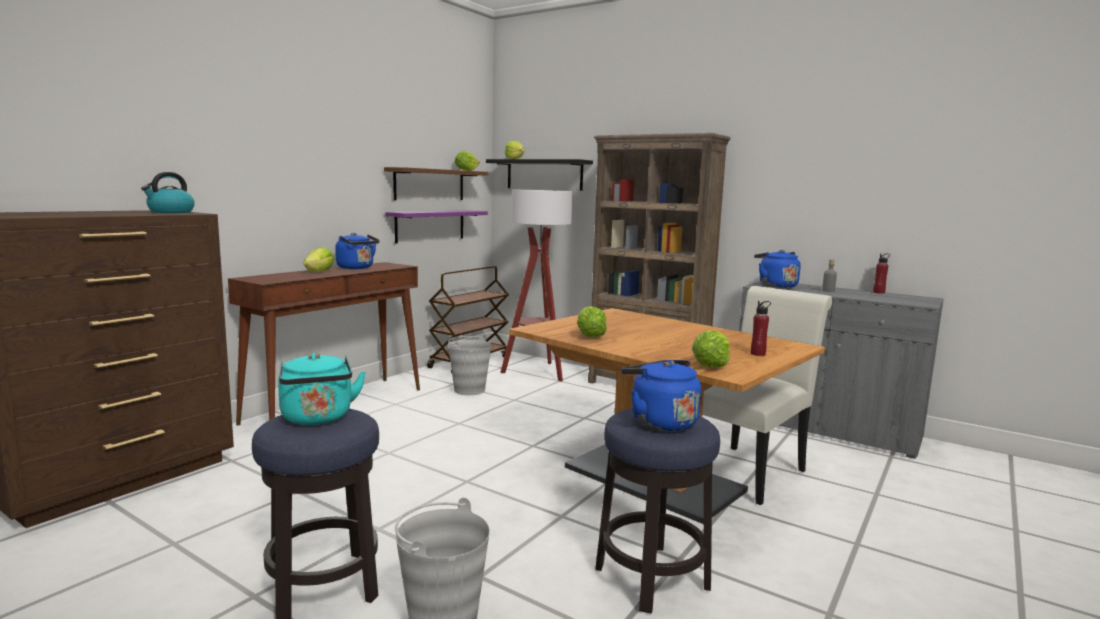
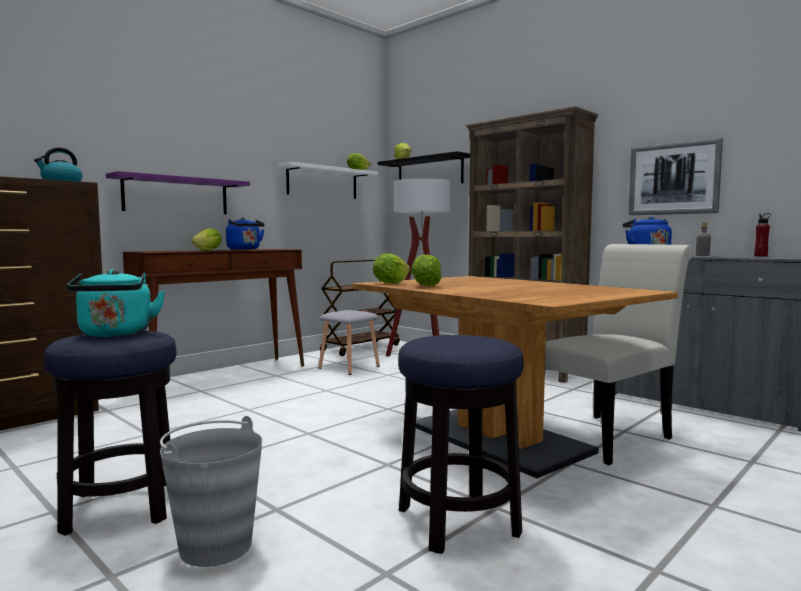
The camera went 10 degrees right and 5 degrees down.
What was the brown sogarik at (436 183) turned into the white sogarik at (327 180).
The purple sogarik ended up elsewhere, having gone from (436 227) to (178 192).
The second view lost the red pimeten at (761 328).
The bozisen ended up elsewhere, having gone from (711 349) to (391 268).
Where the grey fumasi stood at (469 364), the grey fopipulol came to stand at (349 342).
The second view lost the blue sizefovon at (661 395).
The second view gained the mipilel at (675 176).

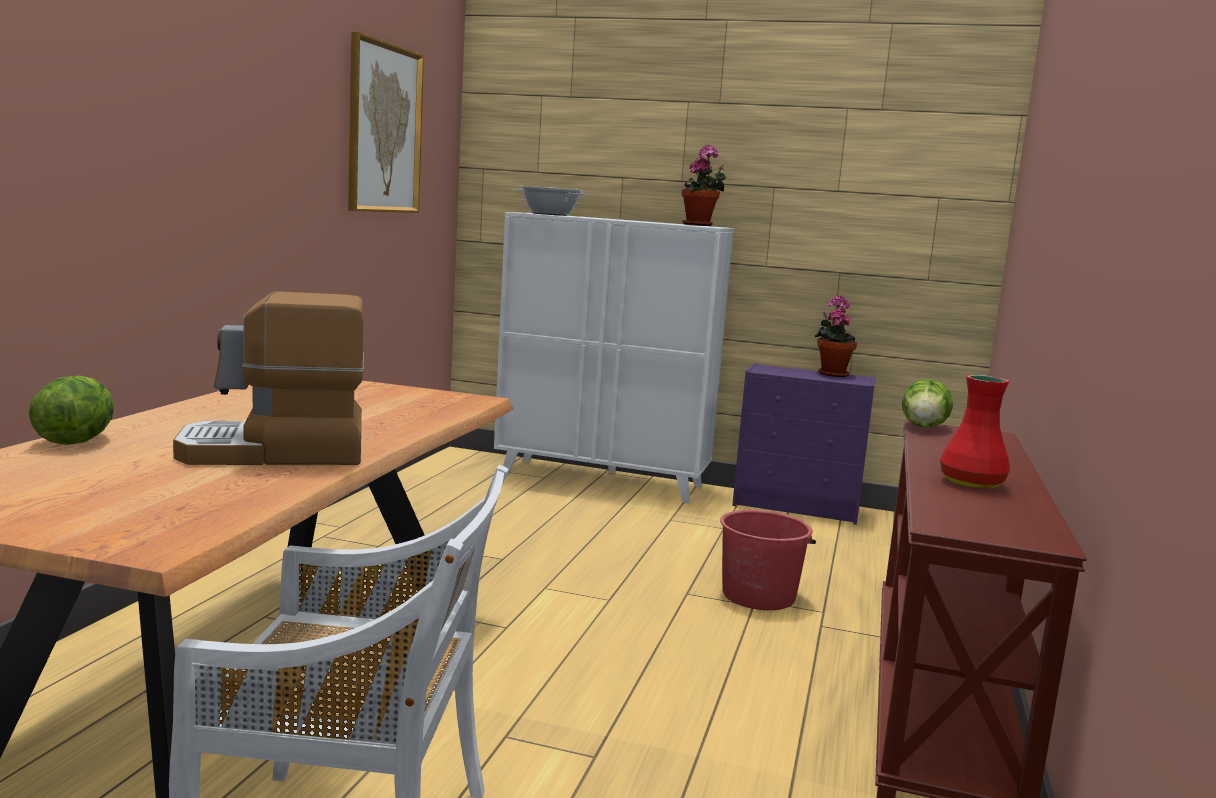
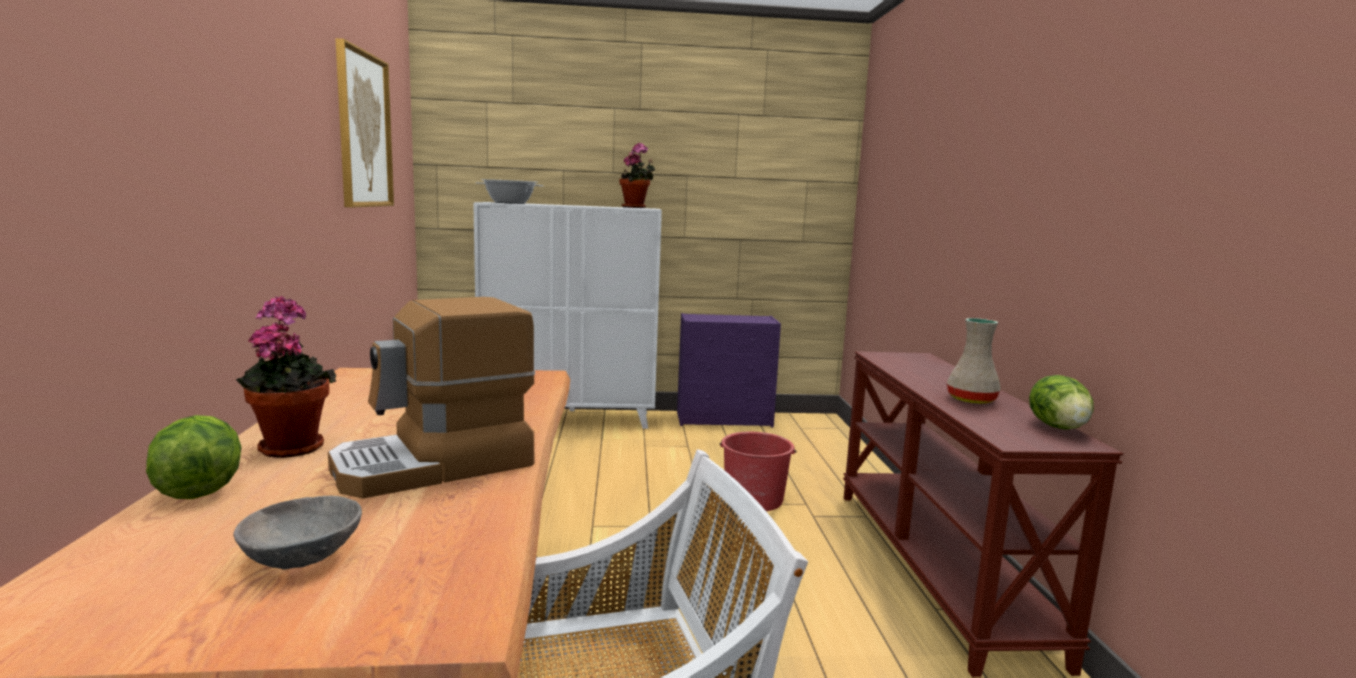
The camera went 20 degrees left and 0 degrees up.
The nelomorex ended up elsewhere, having gone from (836 336) to (286 377).
What was the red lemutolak at (975 431) turned into the beige lemutolak at (974 361).
The bozisen ended up elsewhere, having gone from (927 403) to (1061 402).
The second view gained the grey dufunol at (297 532).

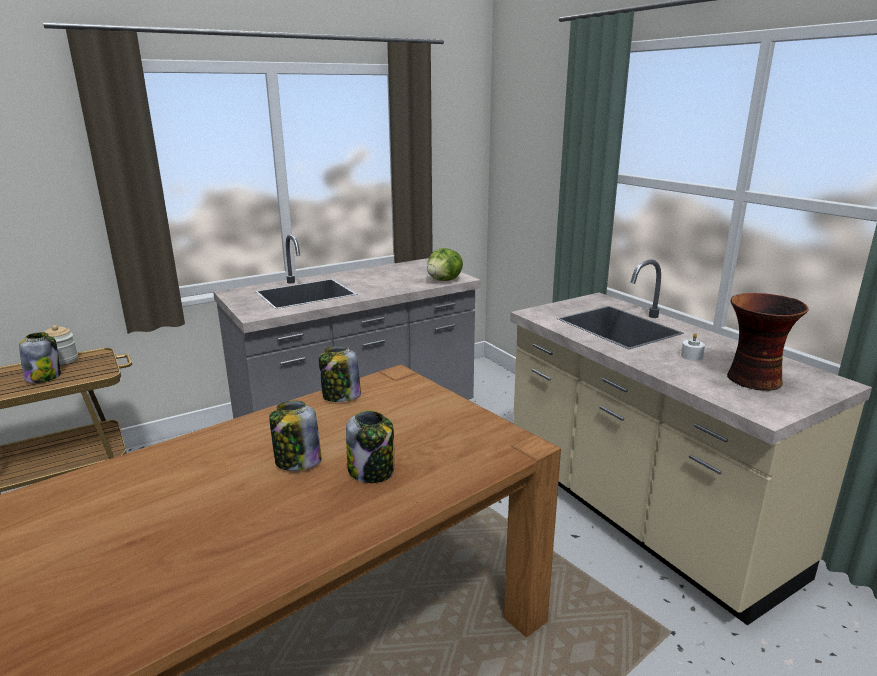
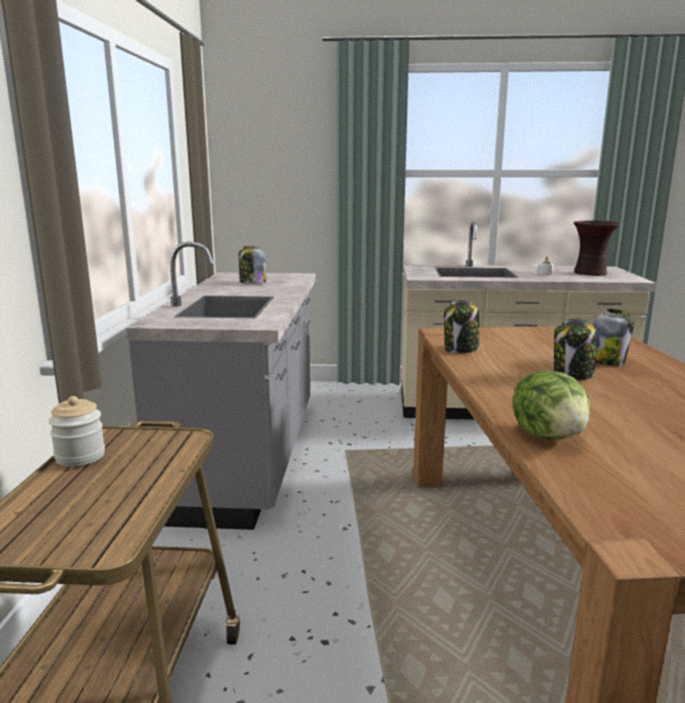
The camera went 55 degrees left and 5 degrees down.
The bozisen ended up elsewhere, having gone from (445 264) to (551 405).
The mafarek ended up elsewhere, having gone from (40 358) to (252 265).

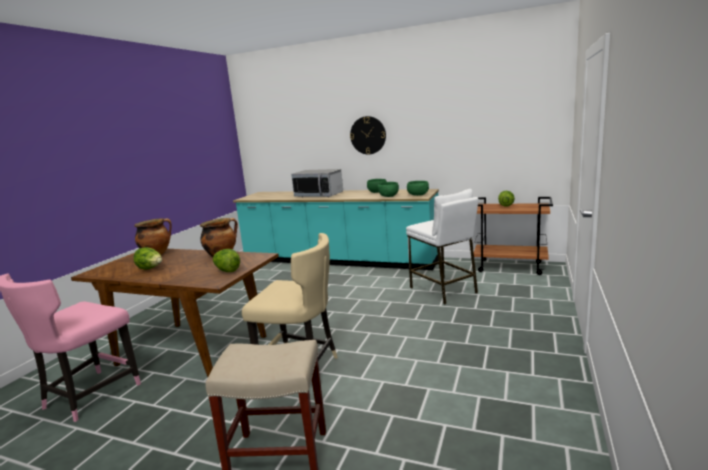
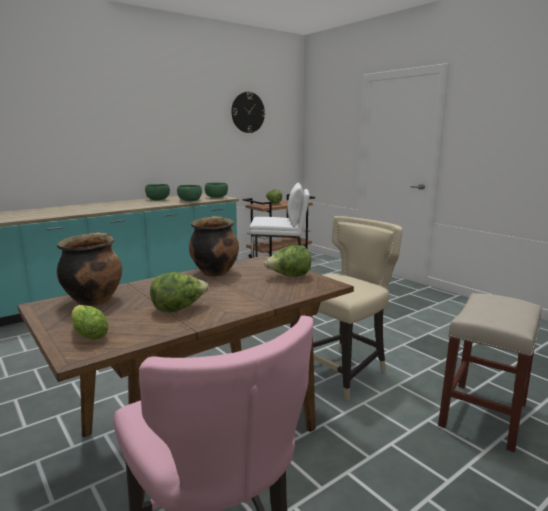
The camera went 60 degrees left and 0 degrees up.
The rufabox ended up elsewhere, having gone from (368 135) to (248 112).
The second view lost the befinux at (317 183).
The second view gained the bozisen at (90 322).

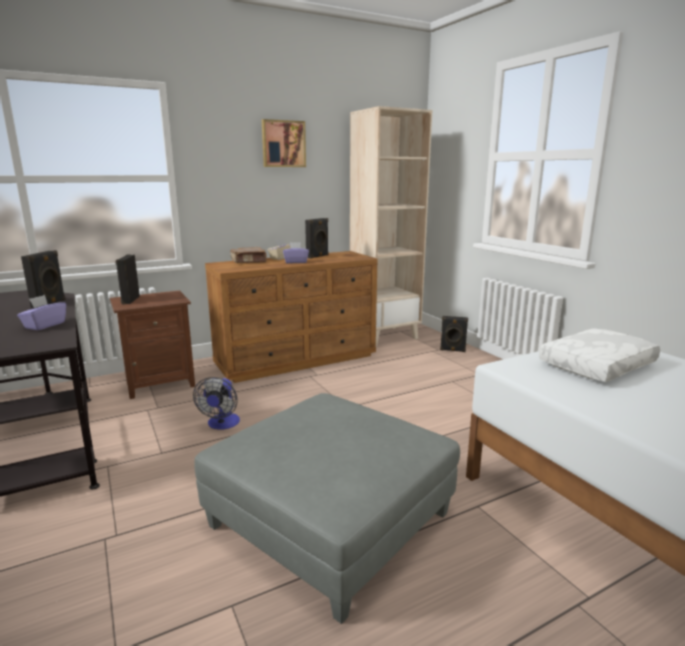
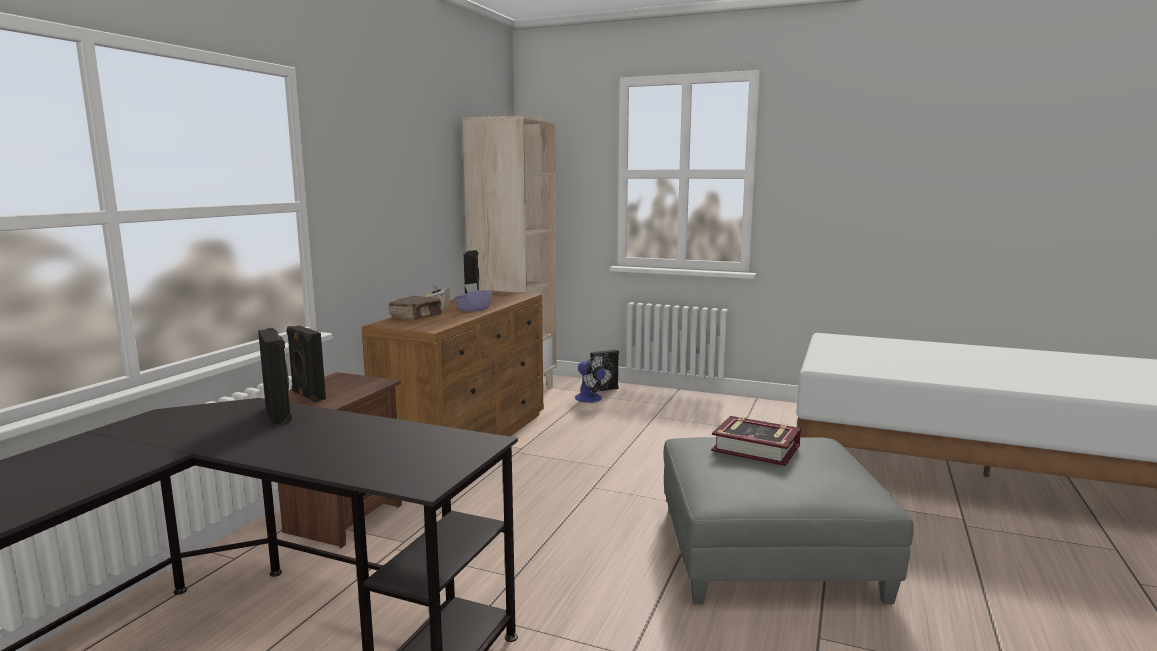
The camera went 40 degrees left and 5 degrees down.
The second view lost the mipilel at (284 143).
The second view lost the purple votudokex at (41 312).
The second view lost the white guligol at (599 355).
The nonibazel ended up elsewhere, having gone from (216 403) to (594 378).
The second view gained the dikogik at (756 441).

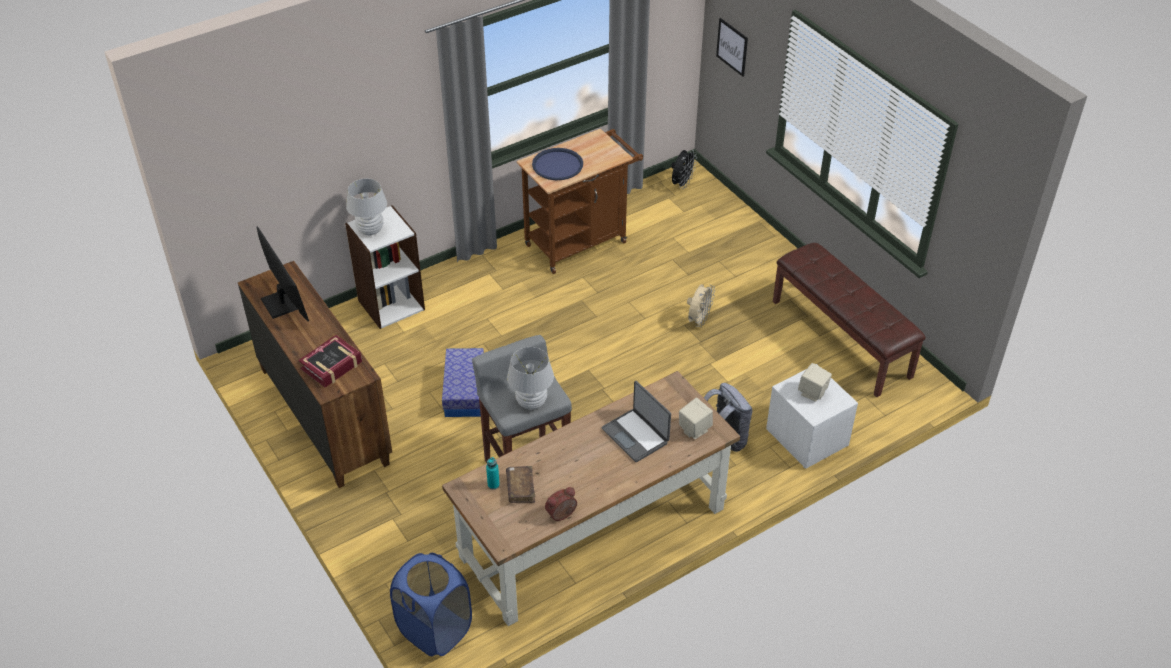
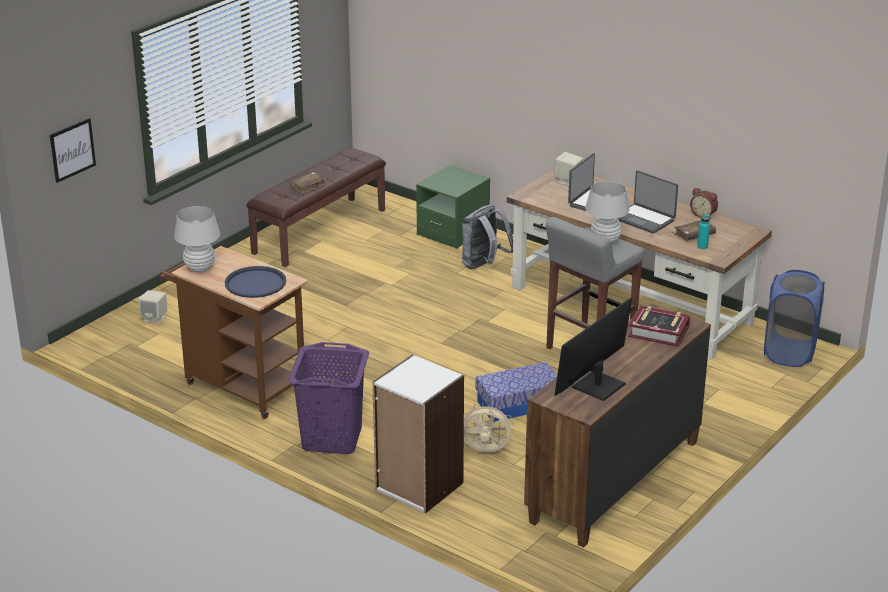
The camera went 110 degrees left and 15 degrees down.
The second view lost the black nonibazel at (684 169).
The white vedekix ended up elsewhere, having gone from (366 206) to (197 239).
The beige nonibazel ended up elsewhere, having gone from (701 305) to (489 428).
The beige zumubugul ended up elsewhere, having gone from (815 382) to (152 307).
What was the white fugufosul at (812 416) turned into the green fugufosul at (453 207).
The second view gained the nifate at (647 202).
The second view gained the brown dikogik at (307 183).
The second view gained the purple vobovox at (328 398).

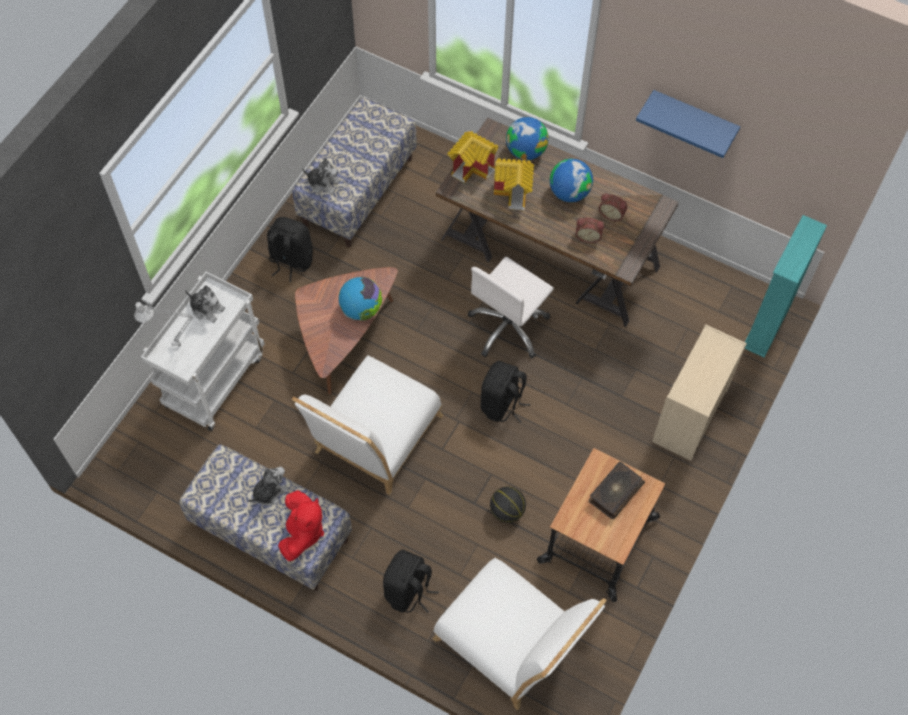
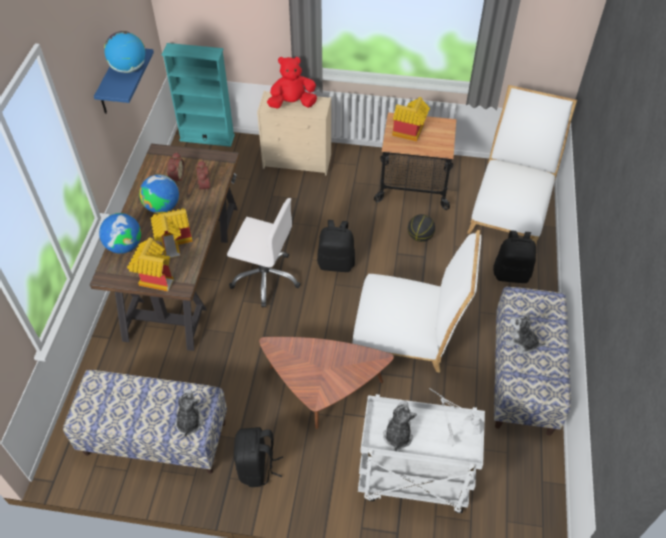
The camera went 110 degrees left and 10 degrees down.
The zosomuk ended up elsewhere, having gone from (360 299) to (124 52).
Where the dikogik stood at (616 490), the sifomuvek came to stand at (411 119).
The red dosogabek ended up elsewhere, having gone from (301 525) to (292 83).

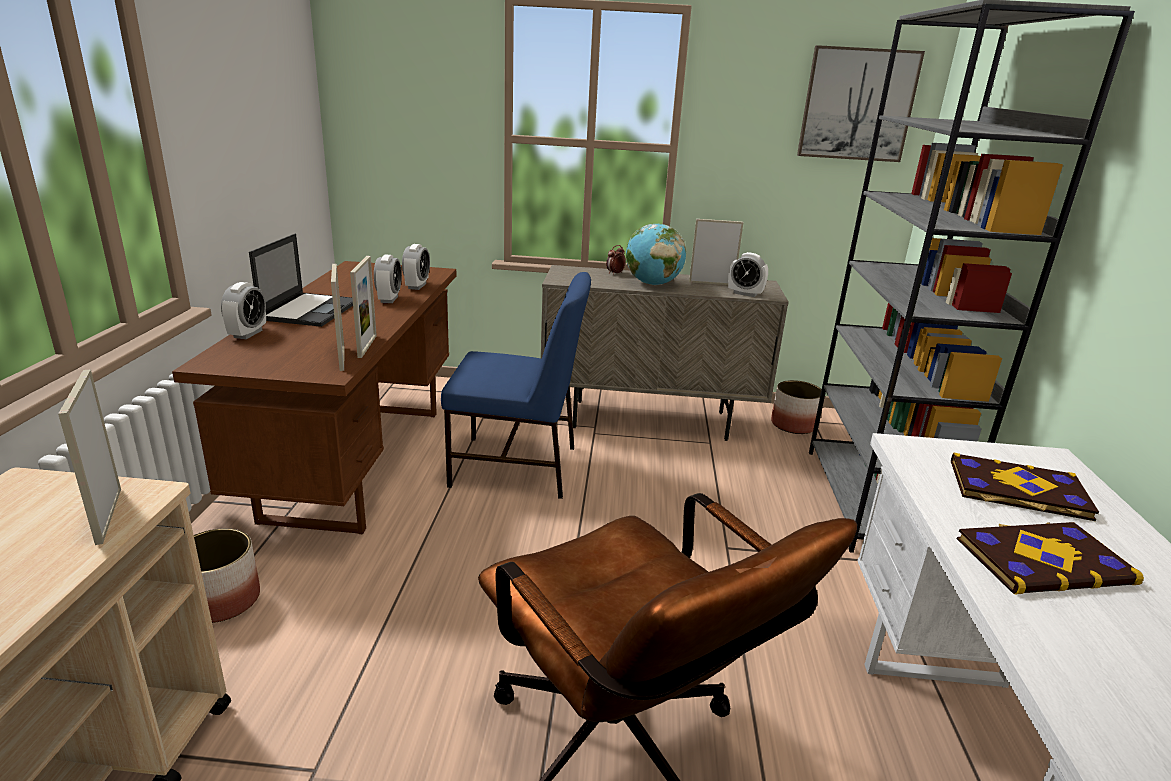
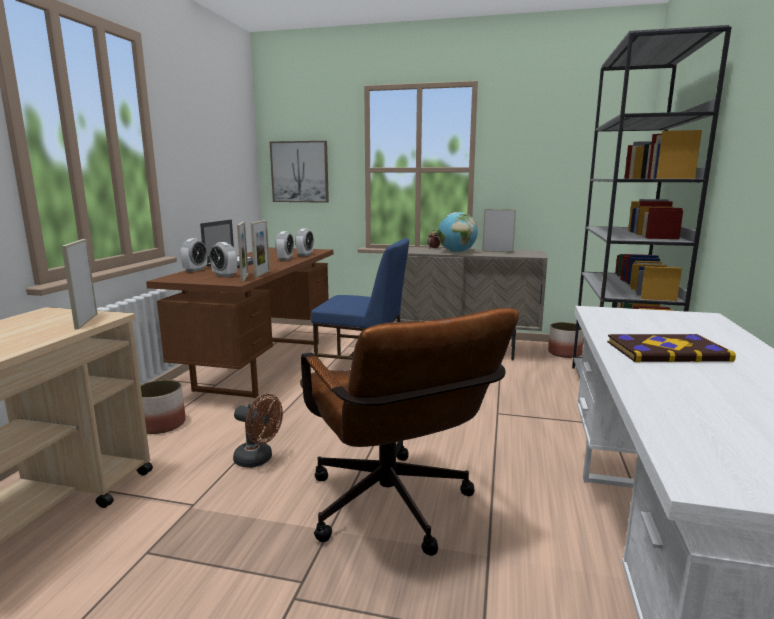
The camera went 10 degrees right and 10 degrees down.
The mipilel ended up elsewhere, having gone from (861 103) to (299 172).
The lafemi ended up elsewhere, having gone from (748 274) to (223 259).
The second view lost the dikogik at (1025 487).
The second view gained the brown nonibazel at (258 431).

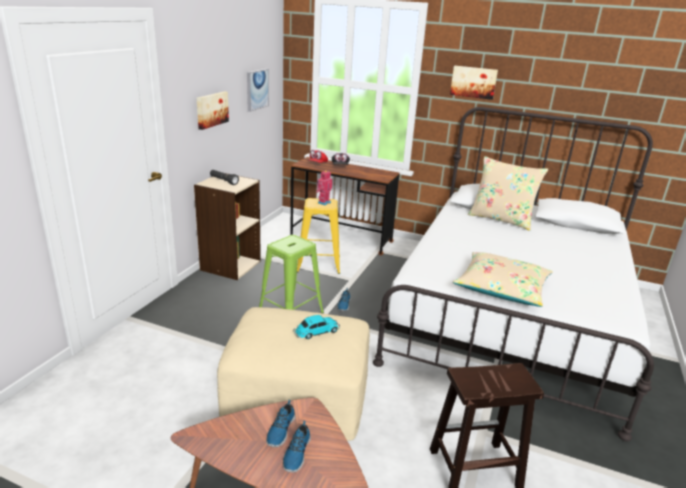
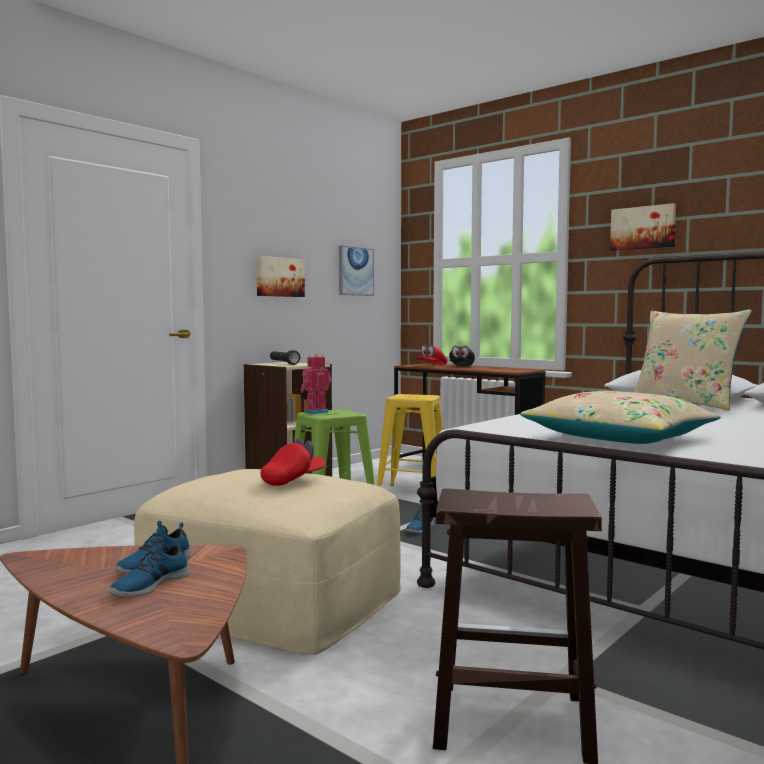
The camera went 20 degrees right and 20 degrees down.
The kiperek ended up elsewhere, having gone from (324 187) to (315 384).
Where the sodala stood at (316 327), the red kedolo came to stand at (293 462).

